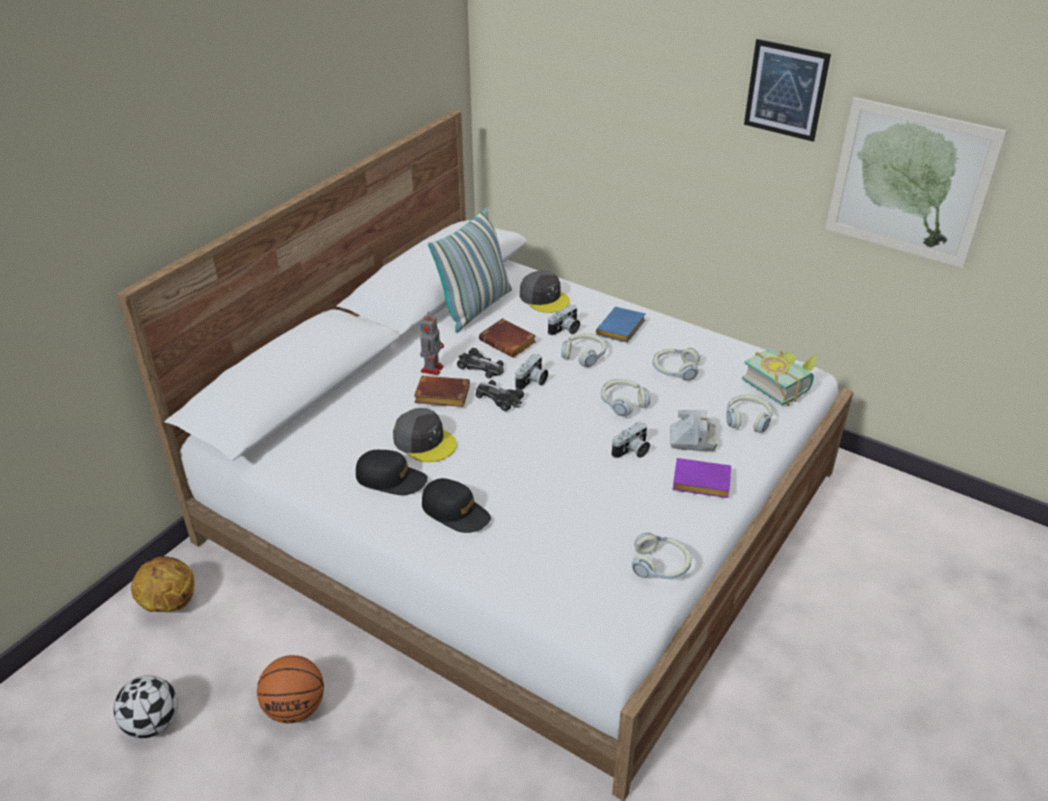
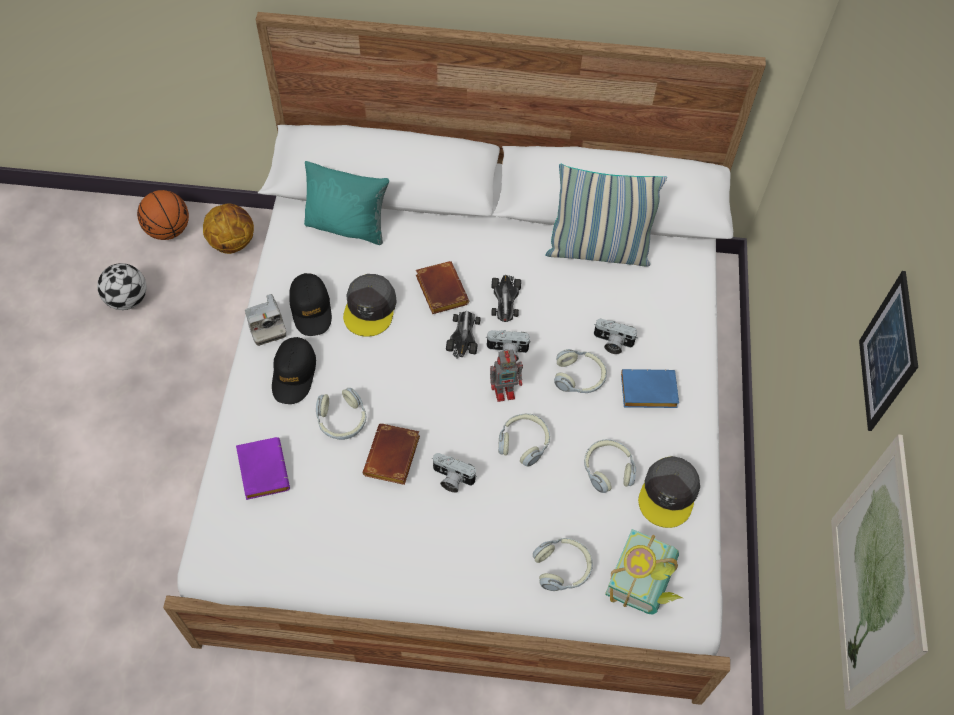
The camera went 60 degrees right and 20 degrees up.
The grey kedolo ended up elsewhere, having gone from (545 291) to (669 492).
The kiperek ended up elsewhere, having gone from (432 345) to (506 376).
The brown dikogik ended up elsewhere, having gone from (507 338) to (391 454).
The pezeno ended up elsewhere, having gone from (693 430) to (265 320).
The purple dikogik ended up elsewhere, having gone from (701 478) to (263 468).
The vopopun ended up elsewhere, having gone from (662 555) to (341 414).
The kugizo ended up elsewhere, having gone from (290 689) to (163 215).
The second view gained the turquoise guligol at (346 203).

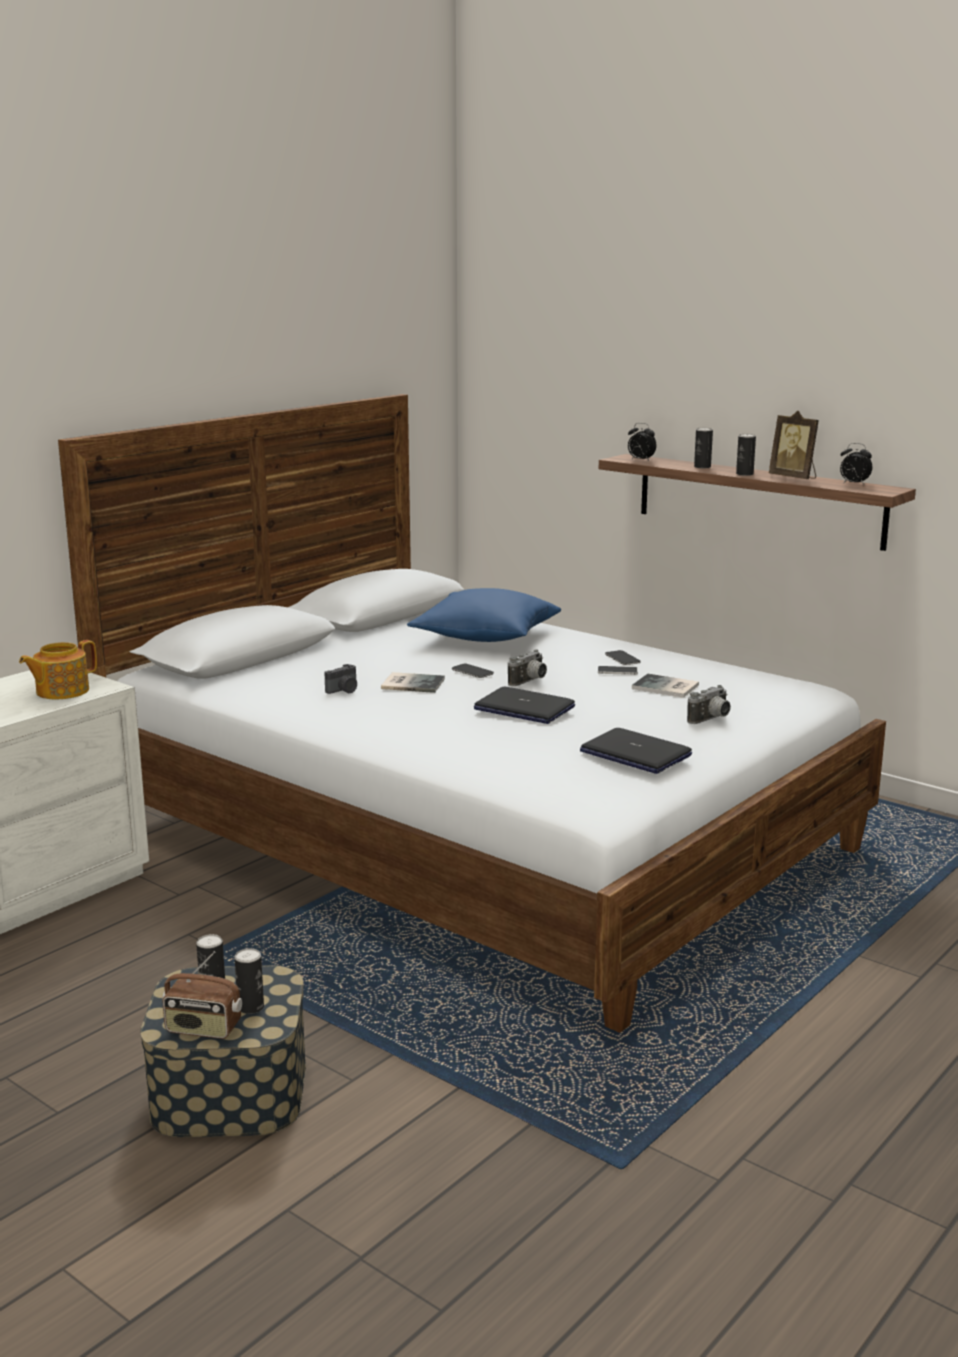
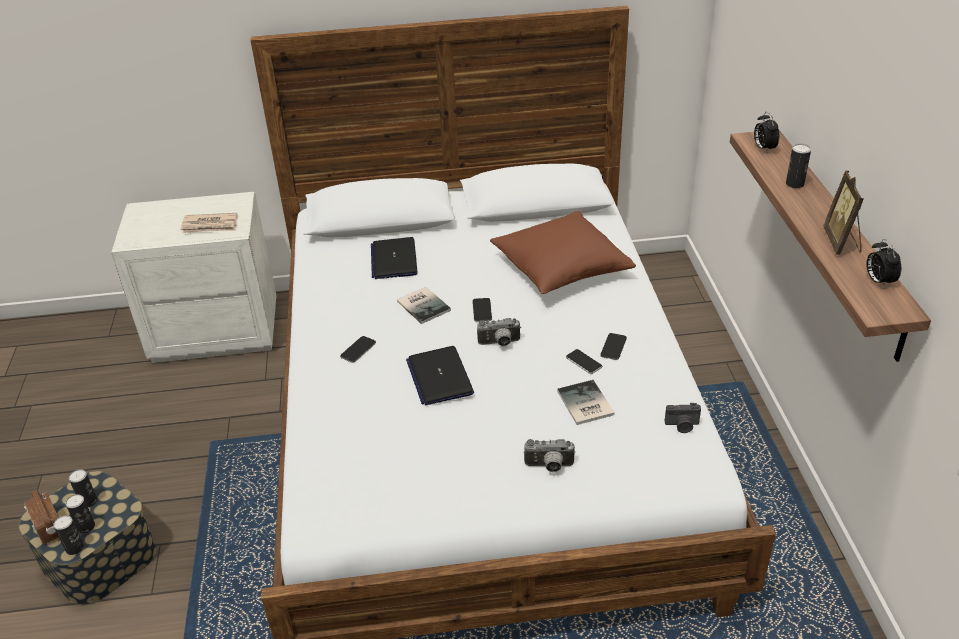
The camera went 45 degrees right and 20 degrees up.
The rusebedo ended up elsewhere, having gone from (746 455) to (68 535).
What was the blue guligol at (484 615) turned into the brown guligol at (563 252).
Where the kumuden stood at (58 669), the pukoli came to stand at (209 223).
The pezeno ended up elsewhere, having gone from (340 679) to (683 418).
The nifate ended up elsewhere, having gone from (636 751) to (394 258).
The second view gained the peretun at (358 349).

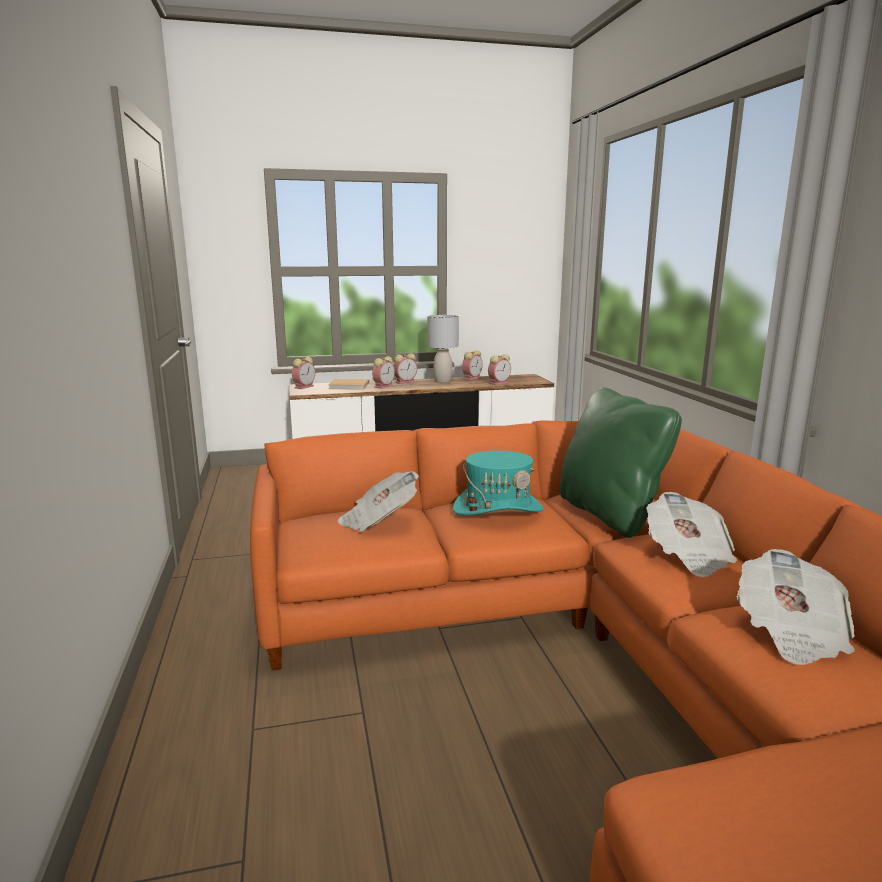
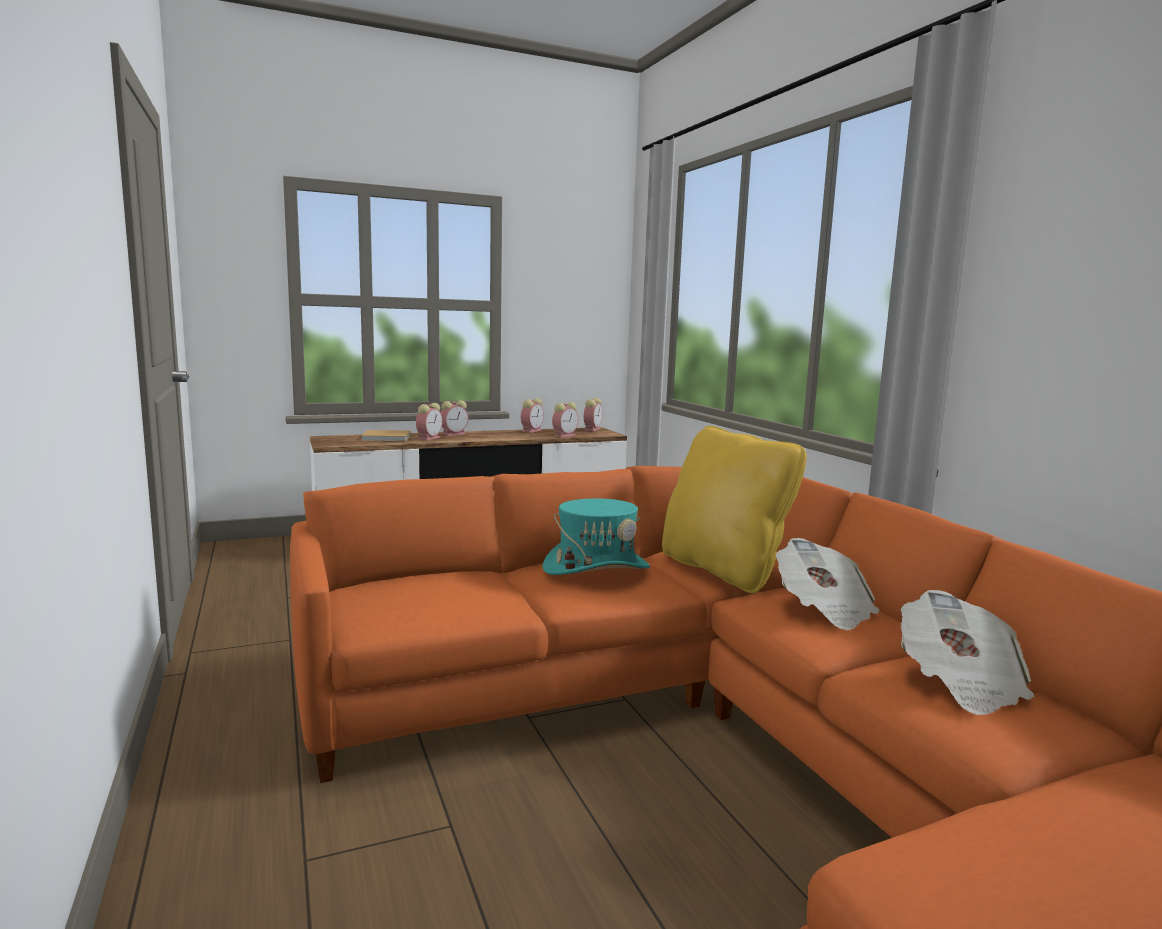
The camera went 10 degrees left and 5 degrees down.
The second view lost the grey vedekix at (443 349).
The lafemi ended up elsewhere, having gone from (303 373) to (593 414).
What was the green guligol at (620 462) turned into the yellow guligol at (734 509).
The second view lost the pukoli at (378 501).

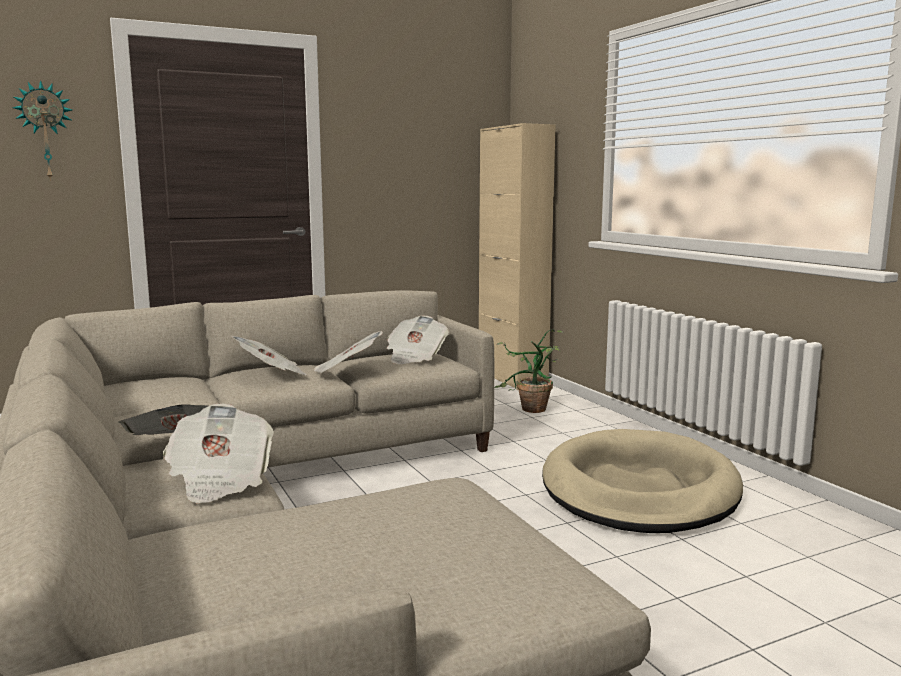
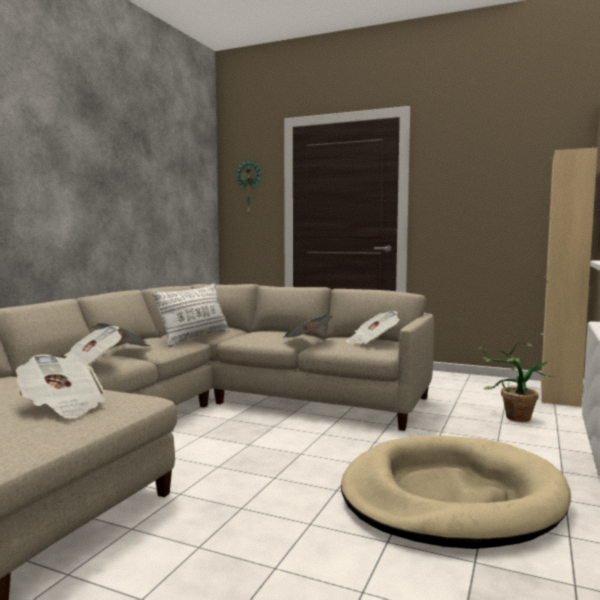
The camera went 50 degrees right and 5 degrees down.
The pukoli ended up elsewhere, having gone from (269 355) to (61 386).
The second view gained the white guligol at (191 315).

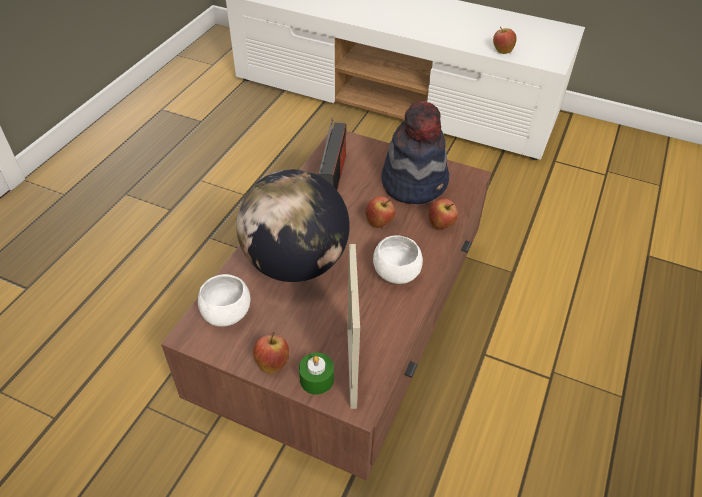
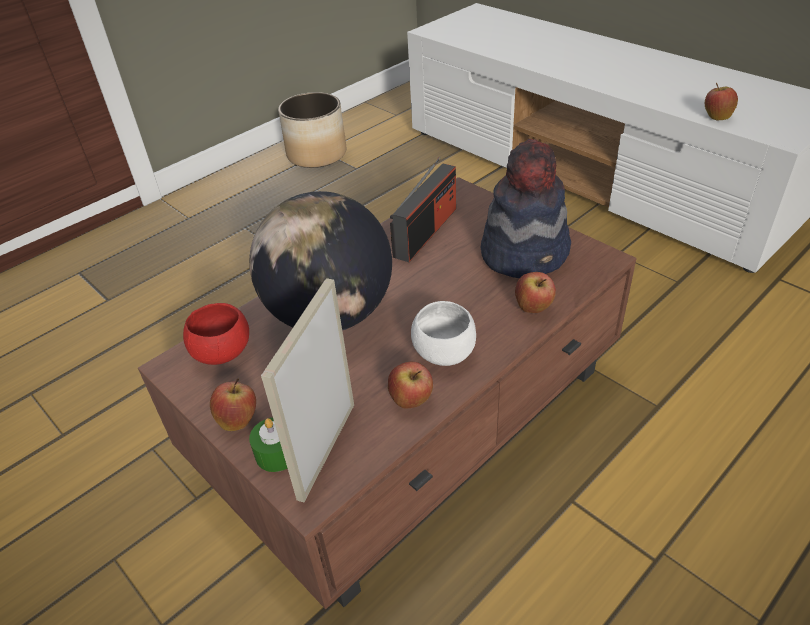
The camera went 25 degrees right and 5 degrees down.
The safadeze ended up elsewhere, having gone from (380 212) to (410 385).
What was the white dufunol at (224 300) turned into the red dufunol at (216 334).
The second view gained the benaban at (312 130).

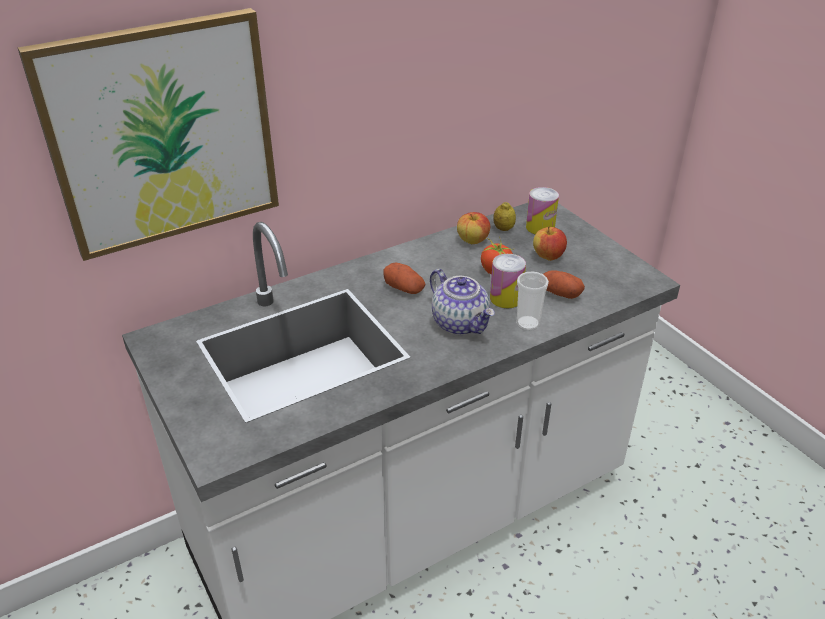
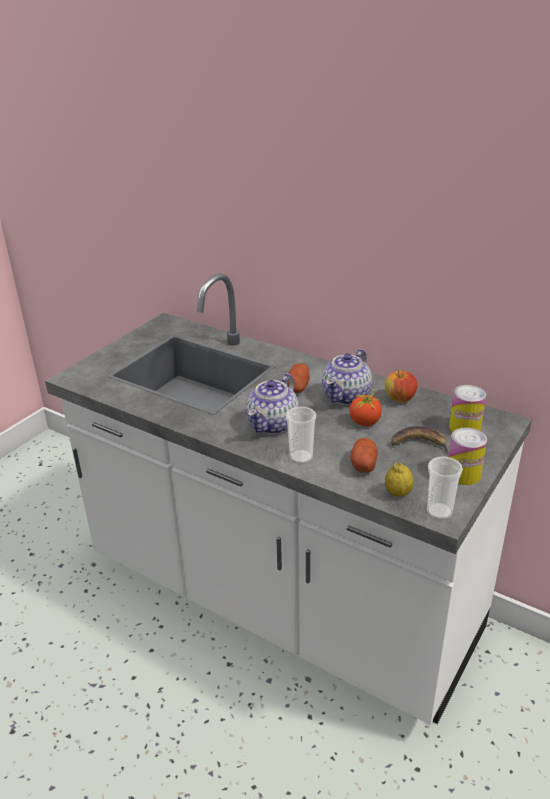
The camera went 65 degrees right and 5 degrees down.
The second view lost the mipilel at (148 134).
The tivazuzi ended up elsewhere, having gone from (504 216) to (399 480).
Where the safadeze stood at (550 243), the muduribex came to stand at (420 440).
The rusebedo ended up elsewhere, having gone from (508 281) to (467 456).
The second view gained the kumuden at (347 377).
The second view gained the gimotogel at (445 488).

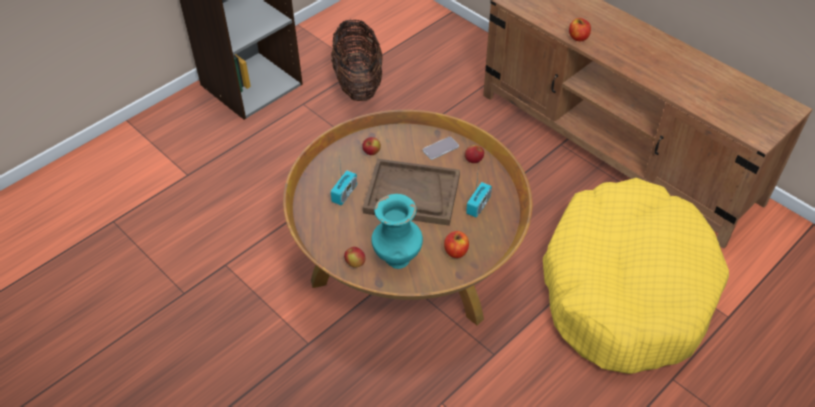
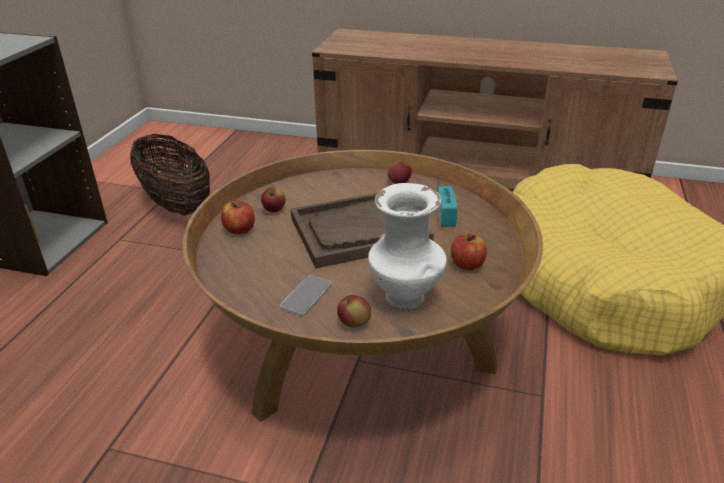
The camera went 30 degrees left and 15 degrees down.
The safadeze ended up elsewhere, having gone from (580 29) to (238 217).
The peretun ended up elsewhere, having gone from (441 148) to (306 295).
The second view lost the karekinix at (344 181).
What was the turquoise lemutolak at (397 231) turned into the white lemutolak at (407 246).

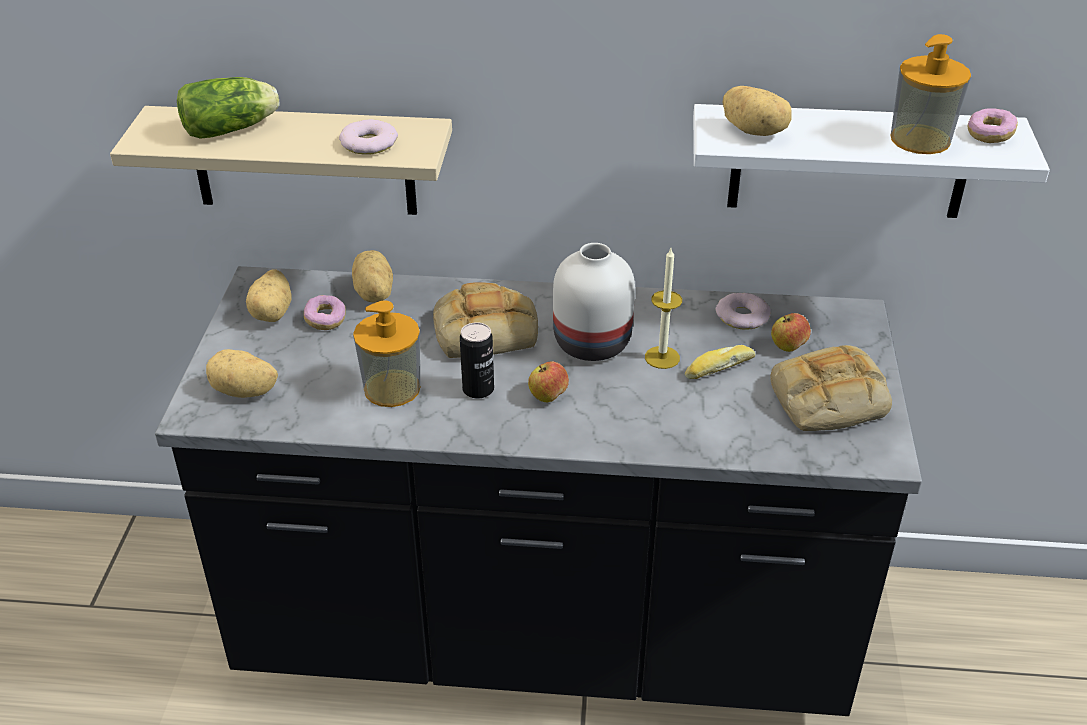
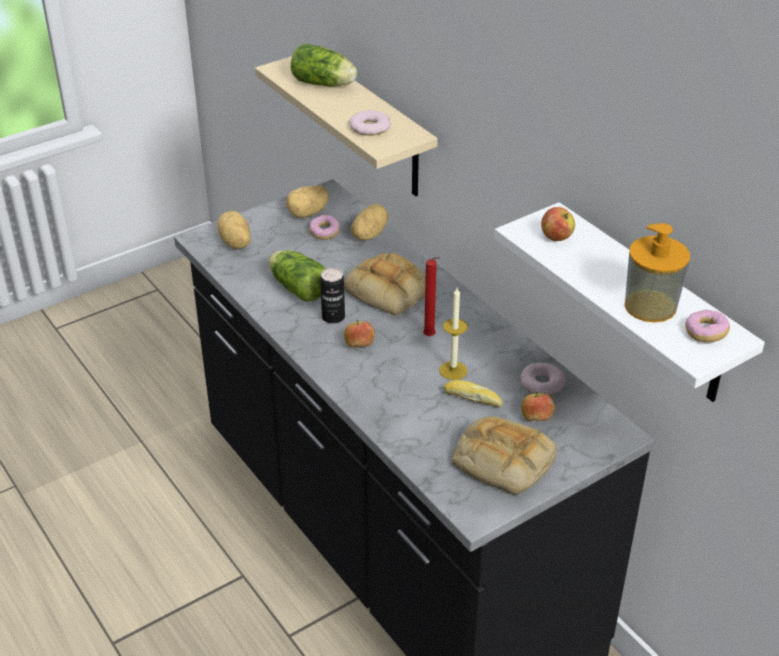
The camera went 50 degrees right and 0 degrees up.
Where the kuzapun stood at (757 111), the safadeze came to stand at (558 224).
Where the white lemutolak stood at (594 302), the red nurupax came to stand at (431 296).
Where the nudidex stood at (386 354), the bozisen came to stand at (296 275).

